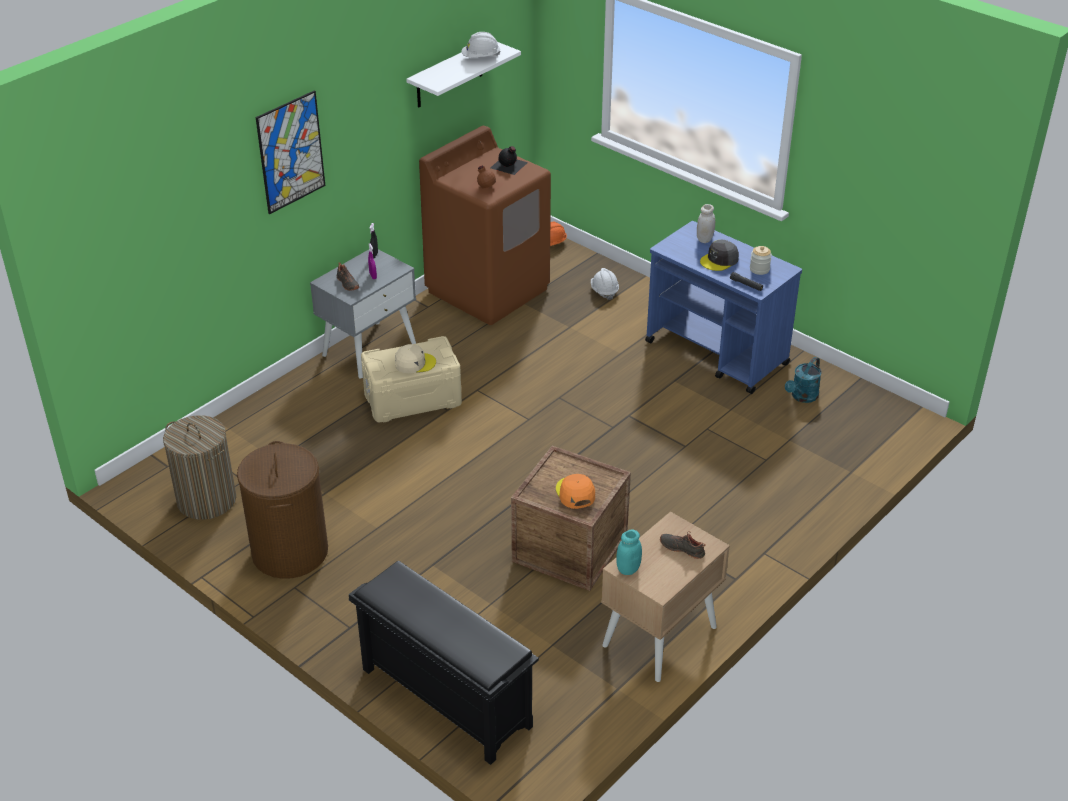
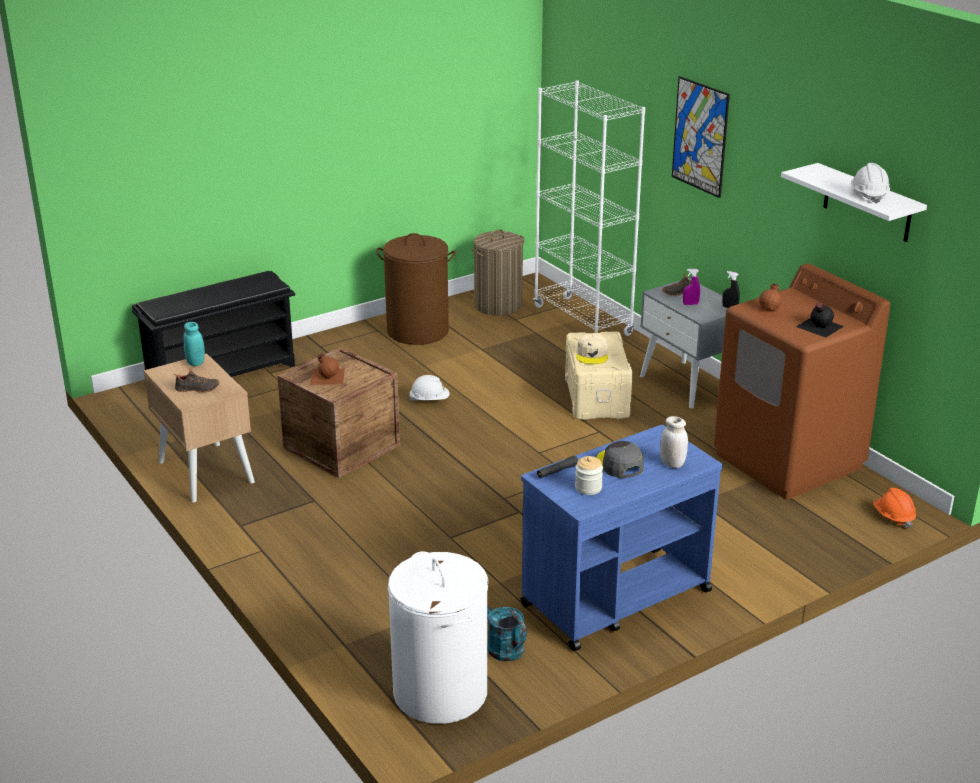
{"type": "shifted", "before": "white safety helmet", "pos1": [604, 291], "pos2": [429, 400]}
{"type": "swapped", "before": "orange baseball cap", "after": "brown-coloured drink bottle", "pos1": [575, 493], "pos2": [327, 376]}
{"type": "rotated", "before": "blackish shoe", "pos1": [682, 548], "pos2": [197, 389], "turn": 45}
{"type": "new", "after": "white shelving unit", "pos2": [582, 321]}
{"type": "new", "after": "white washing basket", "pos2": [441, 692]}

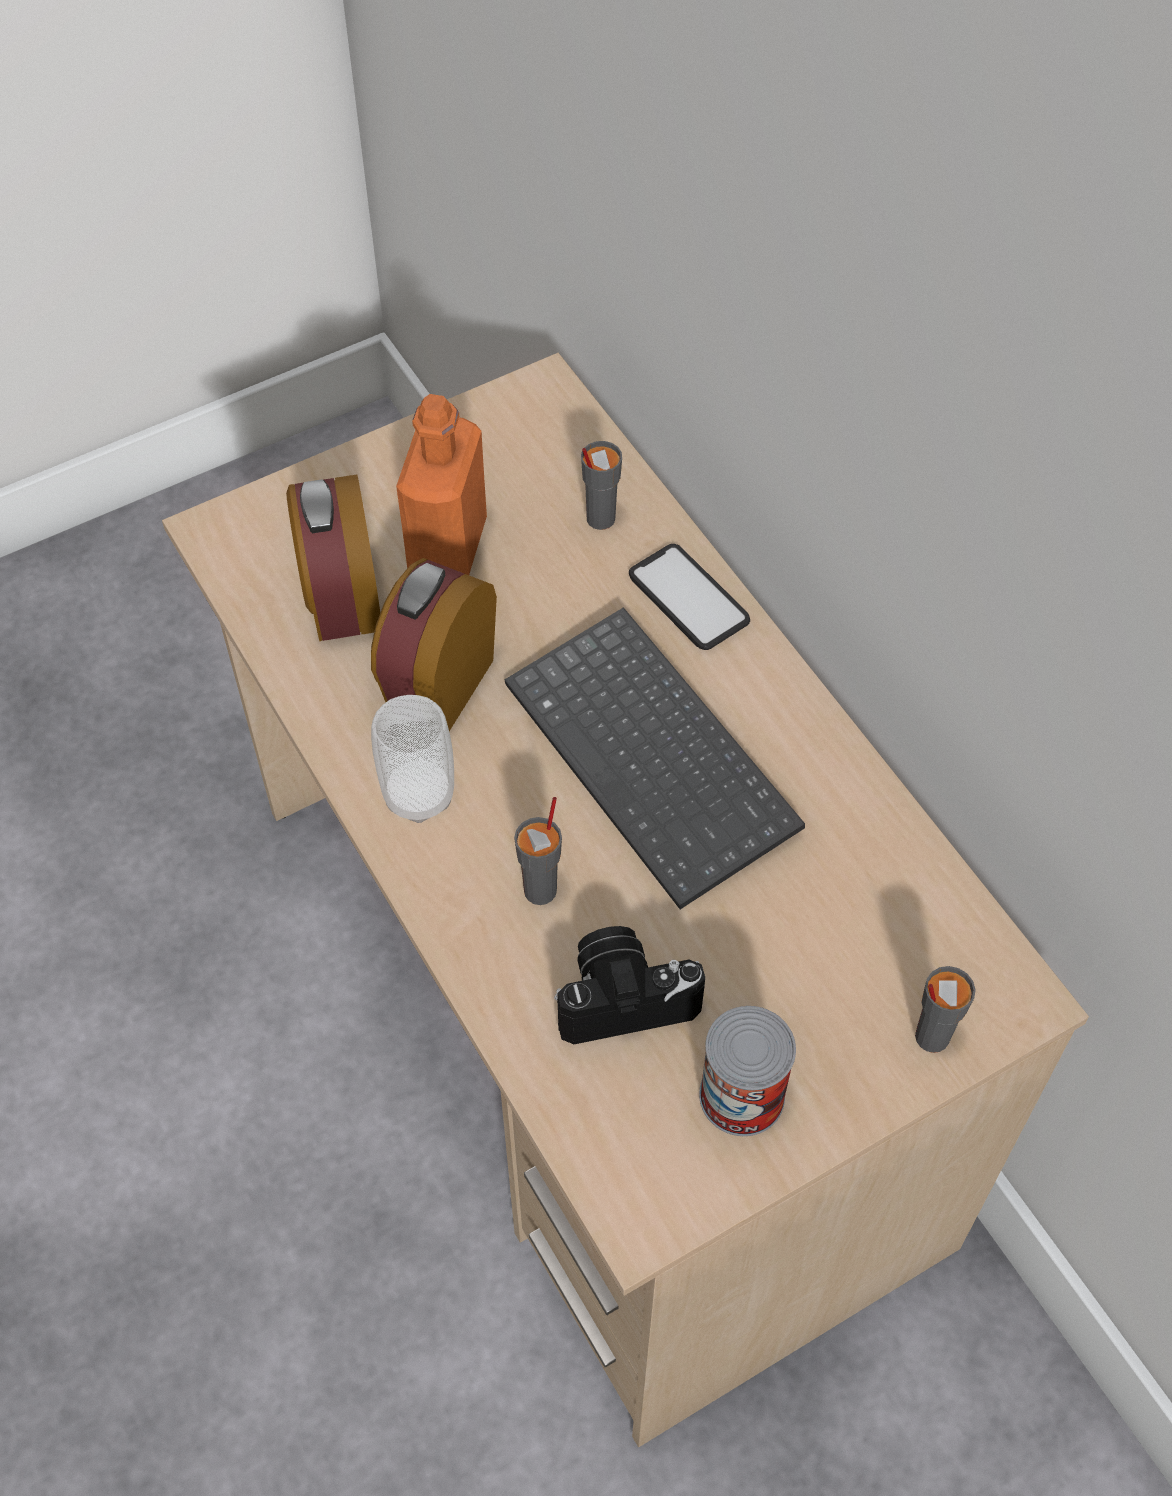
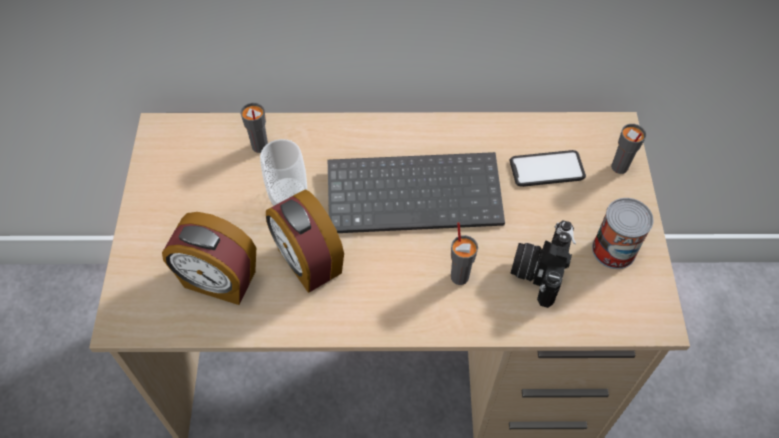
{"type": "gone", "before": "orange drink bottle", "pos1": [447, 546]}
{"type": "shifted", "before": "phone", "pos1": [688, 598], "pos2": [547, 169]}
{"type": "shifted", "before": "drinking cup", "pos1": [419, 795], "pos2": [288, 197]}

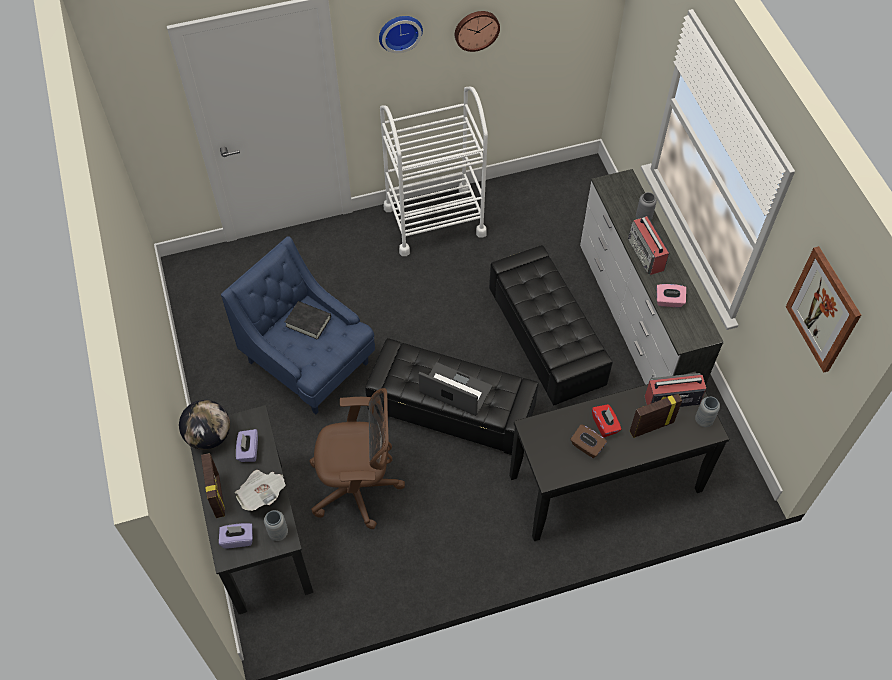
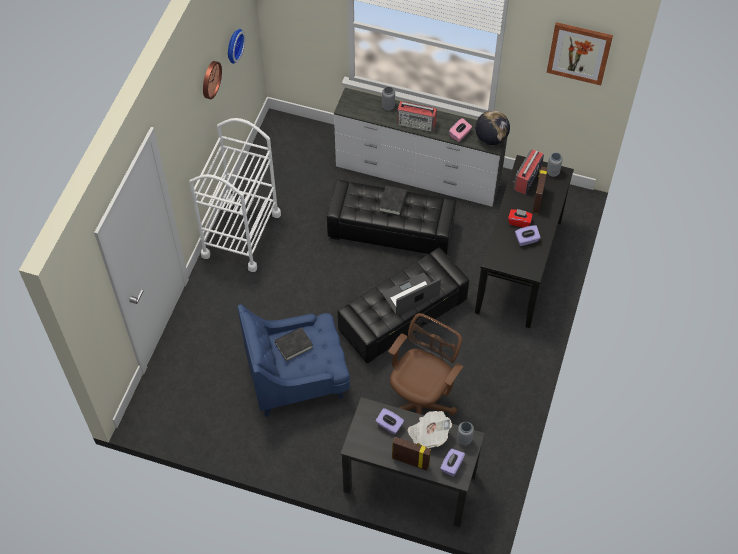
{"type": "shifted", "before": "wall clock", "pos1": [399, 31], "pos2": [233, 45]}
{"type": "shifted", "before": "desk globe", "pos1": [209, 436], "pos2": [491, 138]}
{"type": "repainted", "before": "brown-coloured box of tissues", "after": "purple box of tissues", "pos1": [586, 446], "pos2": [526, 240]}
{"type": "new", "after": "blackish book", "pos2": [393, 202]}

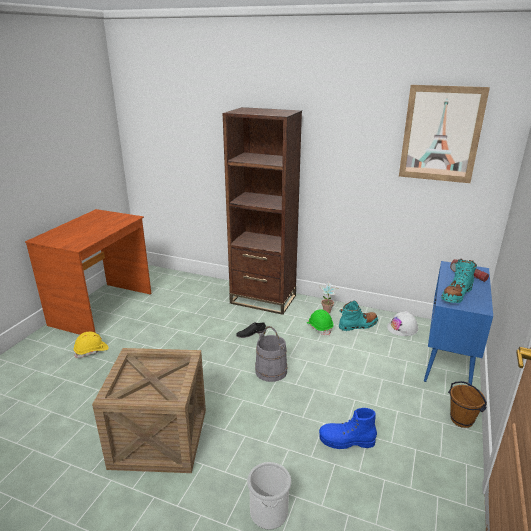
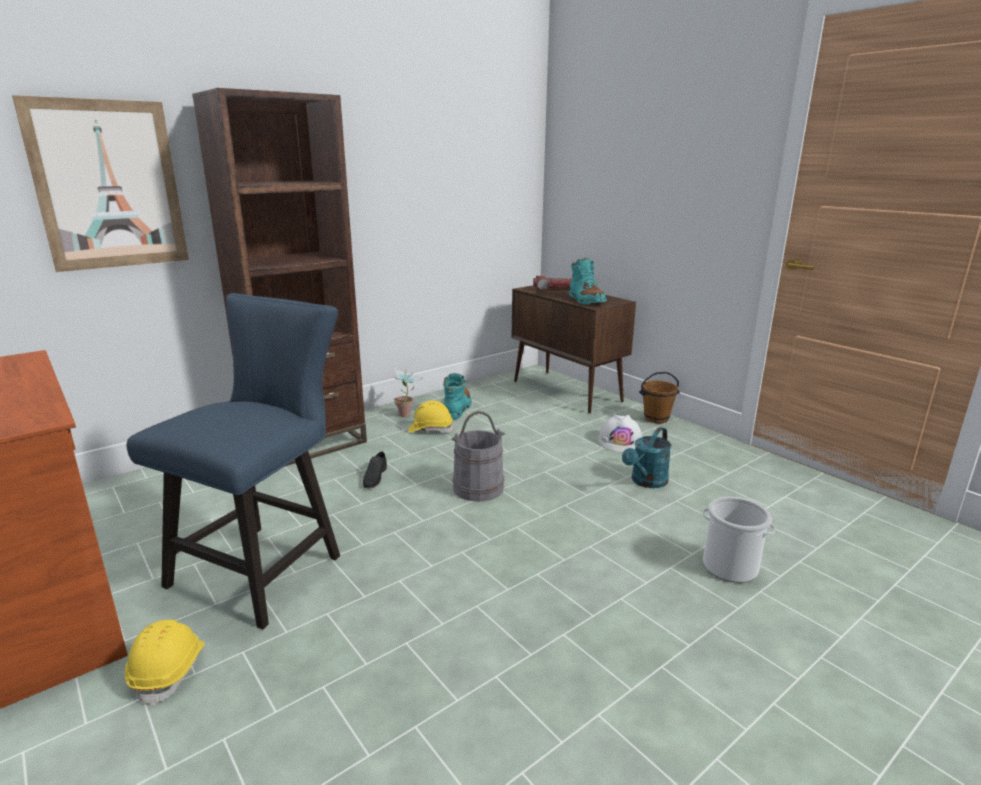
{"type": "shifted", "before": "wall art", "pos1": [441, 134], "pos2": [109, 185]}
{"type": "repainted", "before": "blue-coloured cupboard", "after": "brown-coloured cupboard", "pos1": [448, 359], "pos2": [567, 391]}
{"type": "repainted", "before": "greenish safety helmet", "after": "yellow safety helmet", "pos1": [319, 327], "pos2": [430, 429]}
{"type": "shifted", "before": "white safety helmet", "pos1": [402, 328], "pos2": [620, 441]}
{"type": "gone", "before": "shipping crate", "pos1": [159, 438]}
{"type": "swapped", "before": "blue-coloured tall boot", "after": "blue-green sprinkling can", "pos1": [346, 441], "pos2": [646, 482]}
{"type": "new", "after": "blue-coloured upright chair", "pos2": [266, 565]}

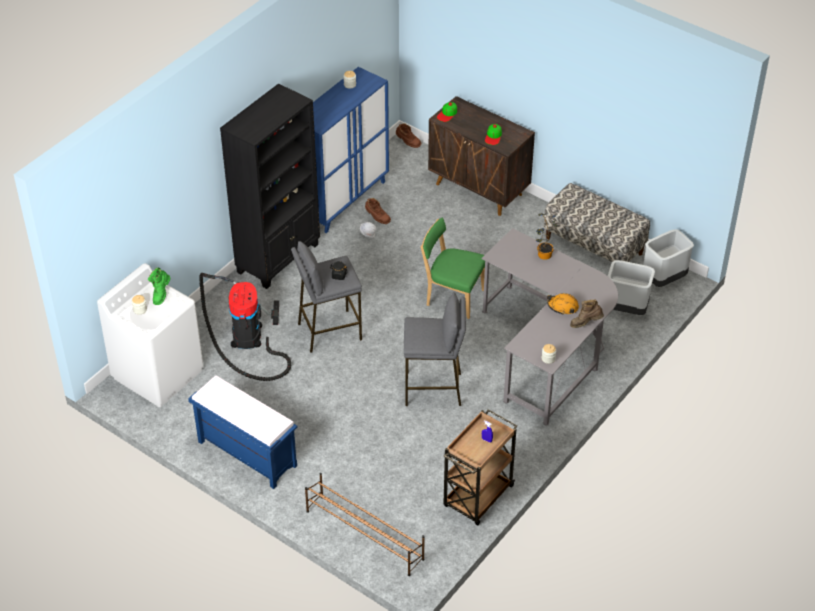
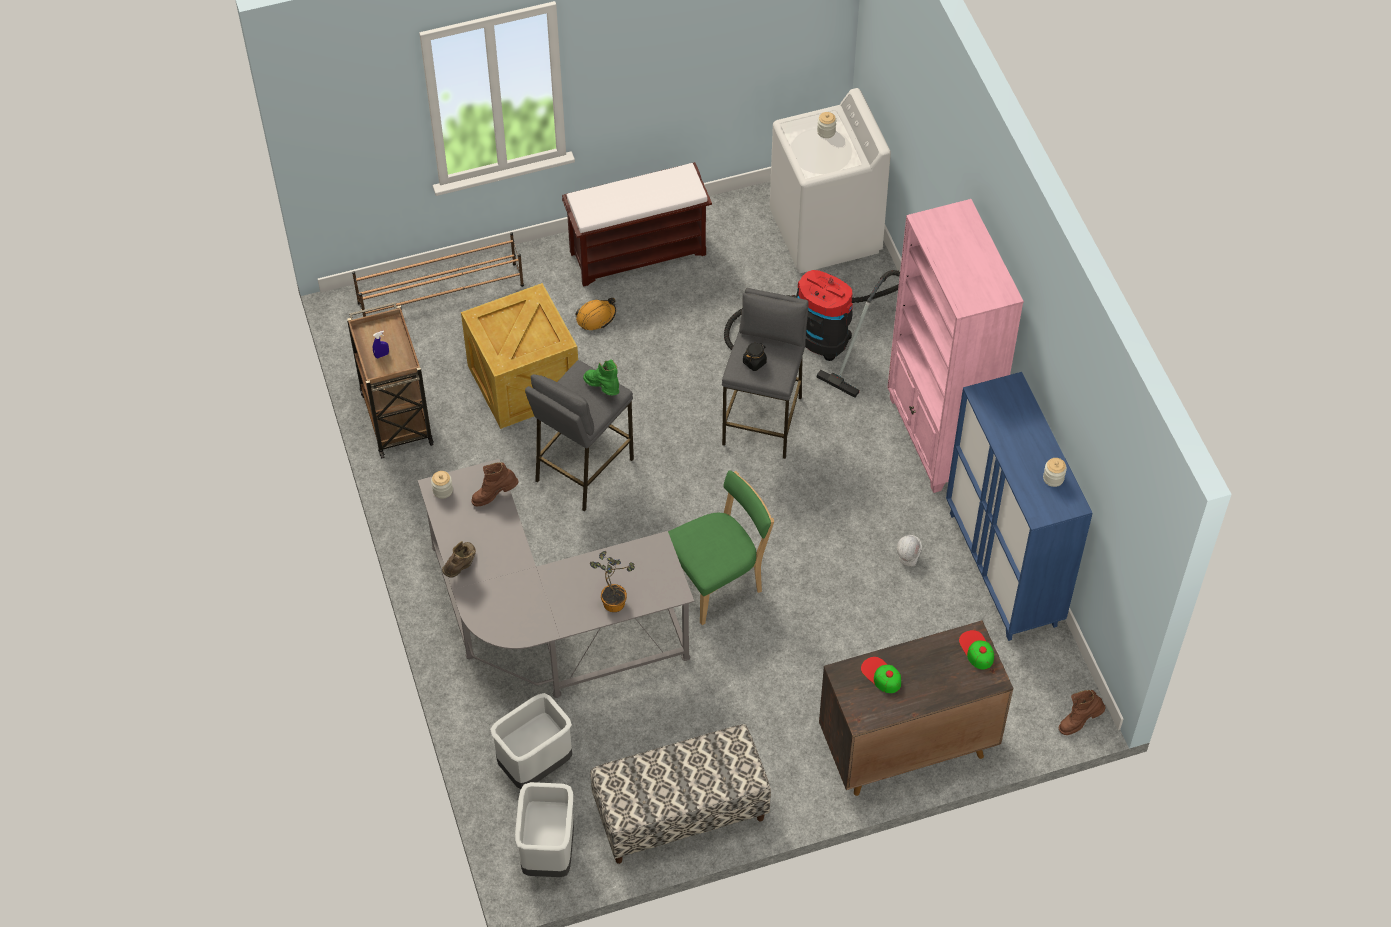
{"type": "repainted", "before": "blackish shelving unit", "after": "pinkish shelving unit", "pos1": [279, 258], "pos2": [938, 438]}
{"type": "shifted", "before": "brown-coloured tall boot", "pos1": [377, 218], "pos2": [494, 495]}
{"type": "shifted", "before": "greenish tall boot", "pos1": [161, 294], "pos2": [603, 388]}
{"type": "shifted", "before": "orange safety helmet", "pos1": [563, 306], "pos2": [596, 317]}
{"type": "repainted", "before": "blue-coloured long seat", "after": "brown-coloured long seat", "pos1": [246, 453], "pos2": [639, 252]}
{"type": "new", "after": "shipping crate", "pos2": [524, 380]}

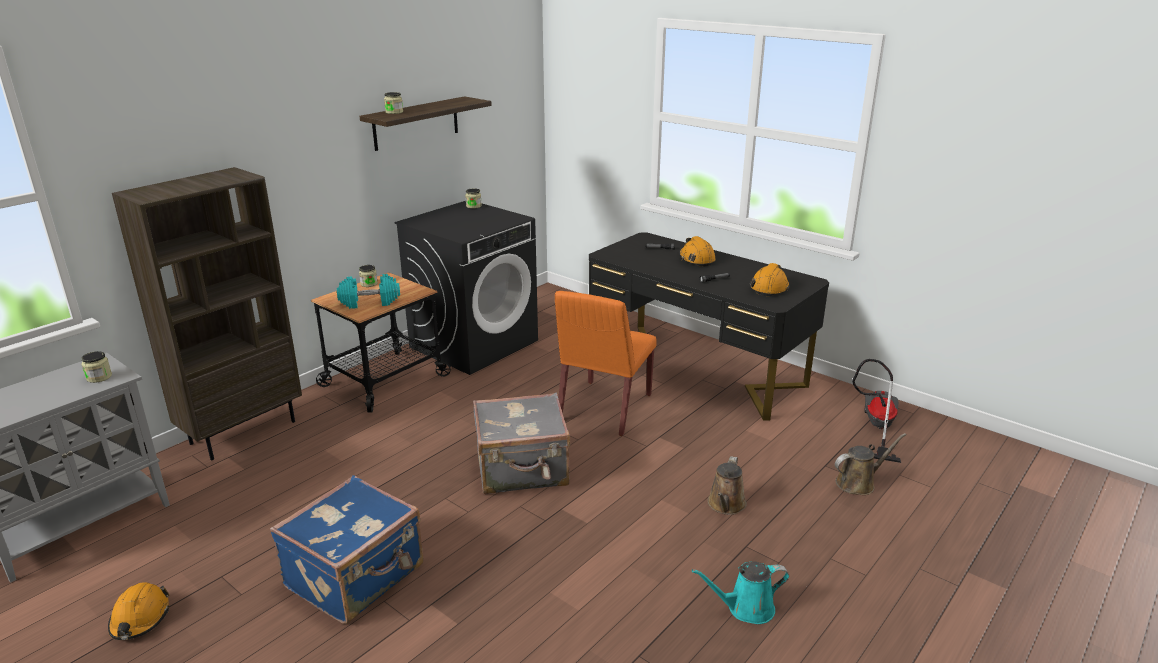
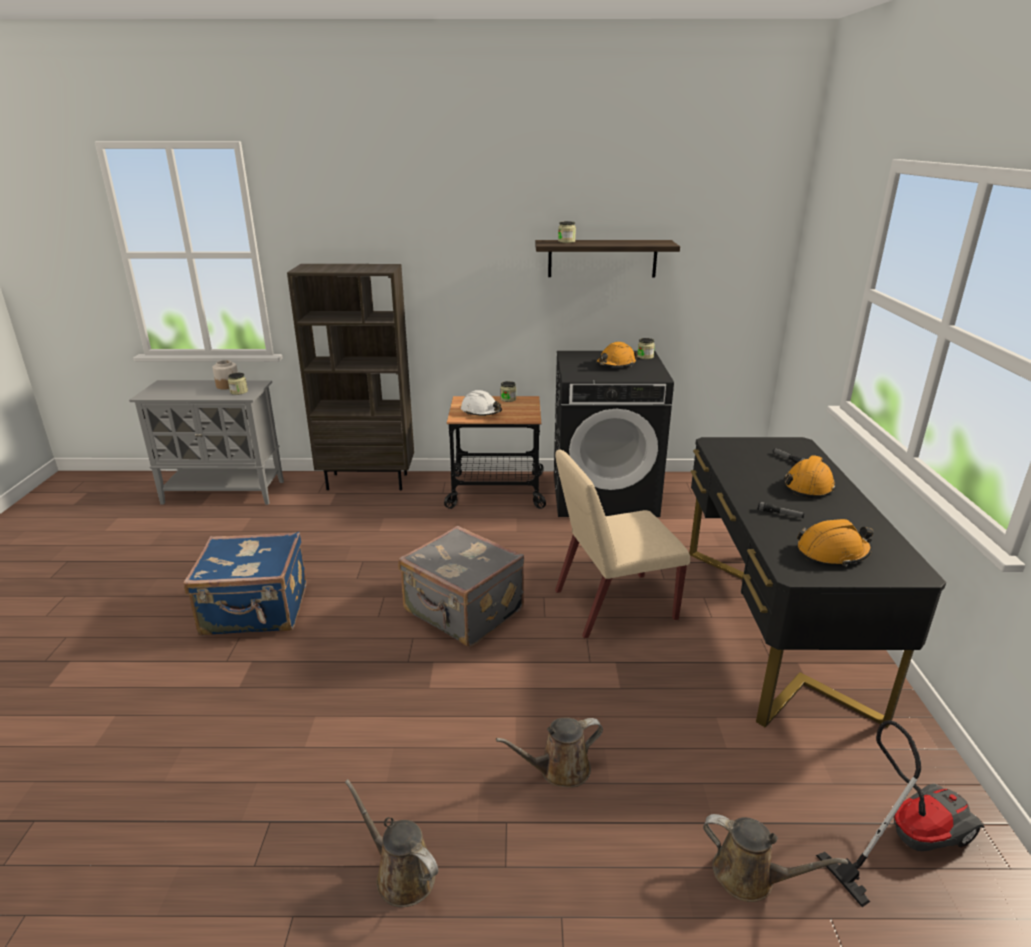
{"type": "swapped", "before": "blue-green dumbbell", "after": "white safety helmet", "pos1": [370, 302], "pos2": [481, 412]}
{"type": "repainted", "before": "orange upright chair", "after": "beige upright chair", "pos1": [604, 408], "pos2": [613, 605]}
{"type": "repainted", "before": "blue-green sprinkling can", "after": "brown-coloured sprinkling can", "pos1": [746, 608], "pos2": [401, 874]}
{"type": "shifted", "before": "orange safety helmet", "pos1": [140, 619], "pos2": [615, 364]}
{"type": "new", "after": "storage jar", "pos2": [228, 385]}

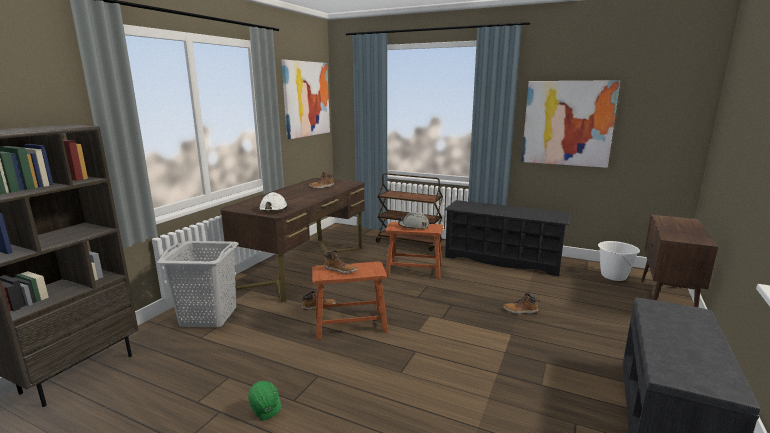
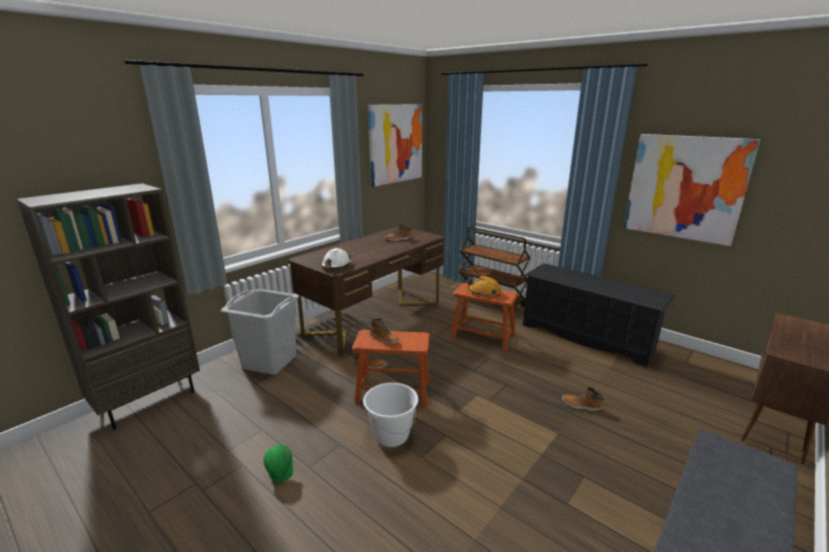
{"type": "repainted", "before": "greyish safety helmet", "after": "orange safety helmet", "pos1": [413, 227], "pos2": [484, 292]}
{"type": "shifted", "before": "white pail", "pos1": [613, 276], "pos2": [391, 435]}

